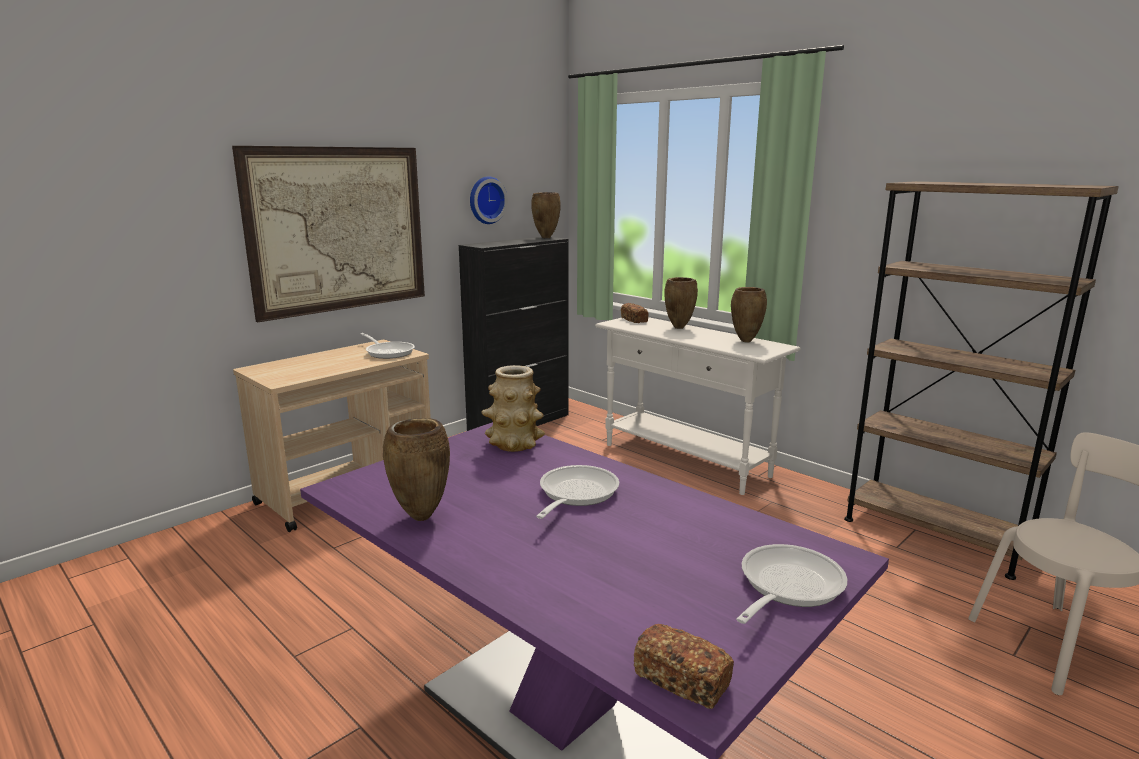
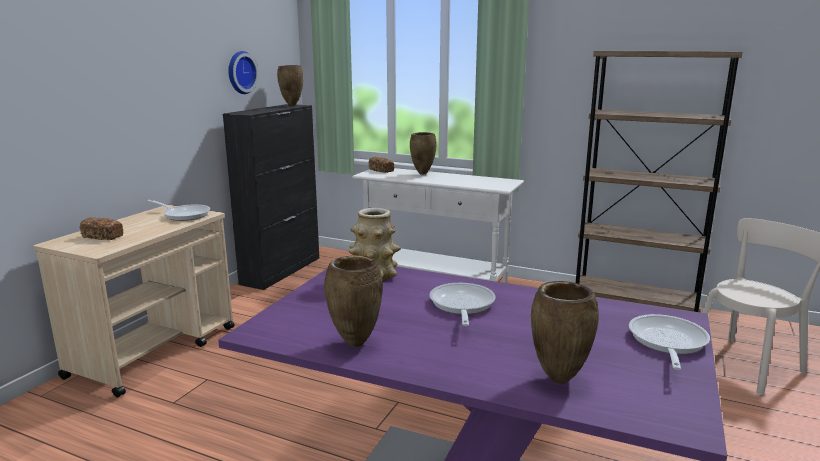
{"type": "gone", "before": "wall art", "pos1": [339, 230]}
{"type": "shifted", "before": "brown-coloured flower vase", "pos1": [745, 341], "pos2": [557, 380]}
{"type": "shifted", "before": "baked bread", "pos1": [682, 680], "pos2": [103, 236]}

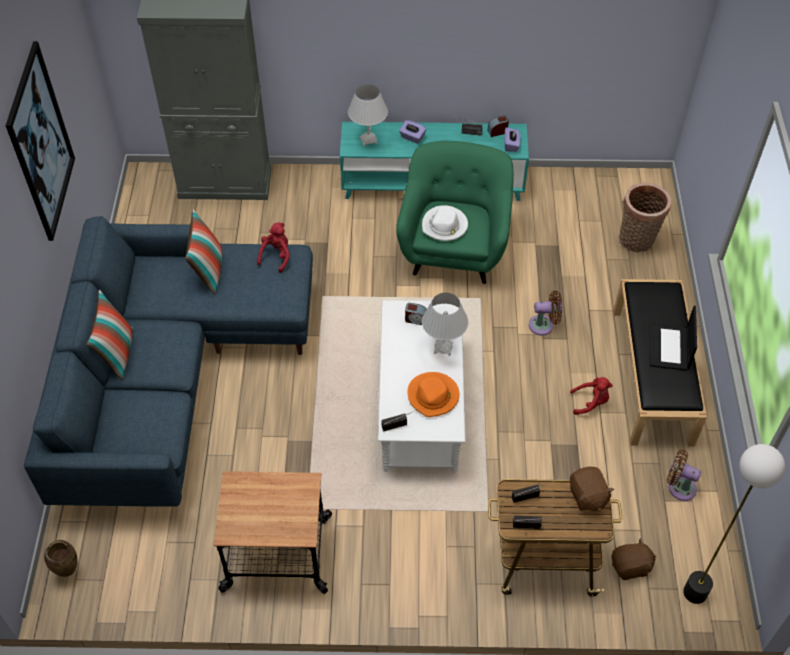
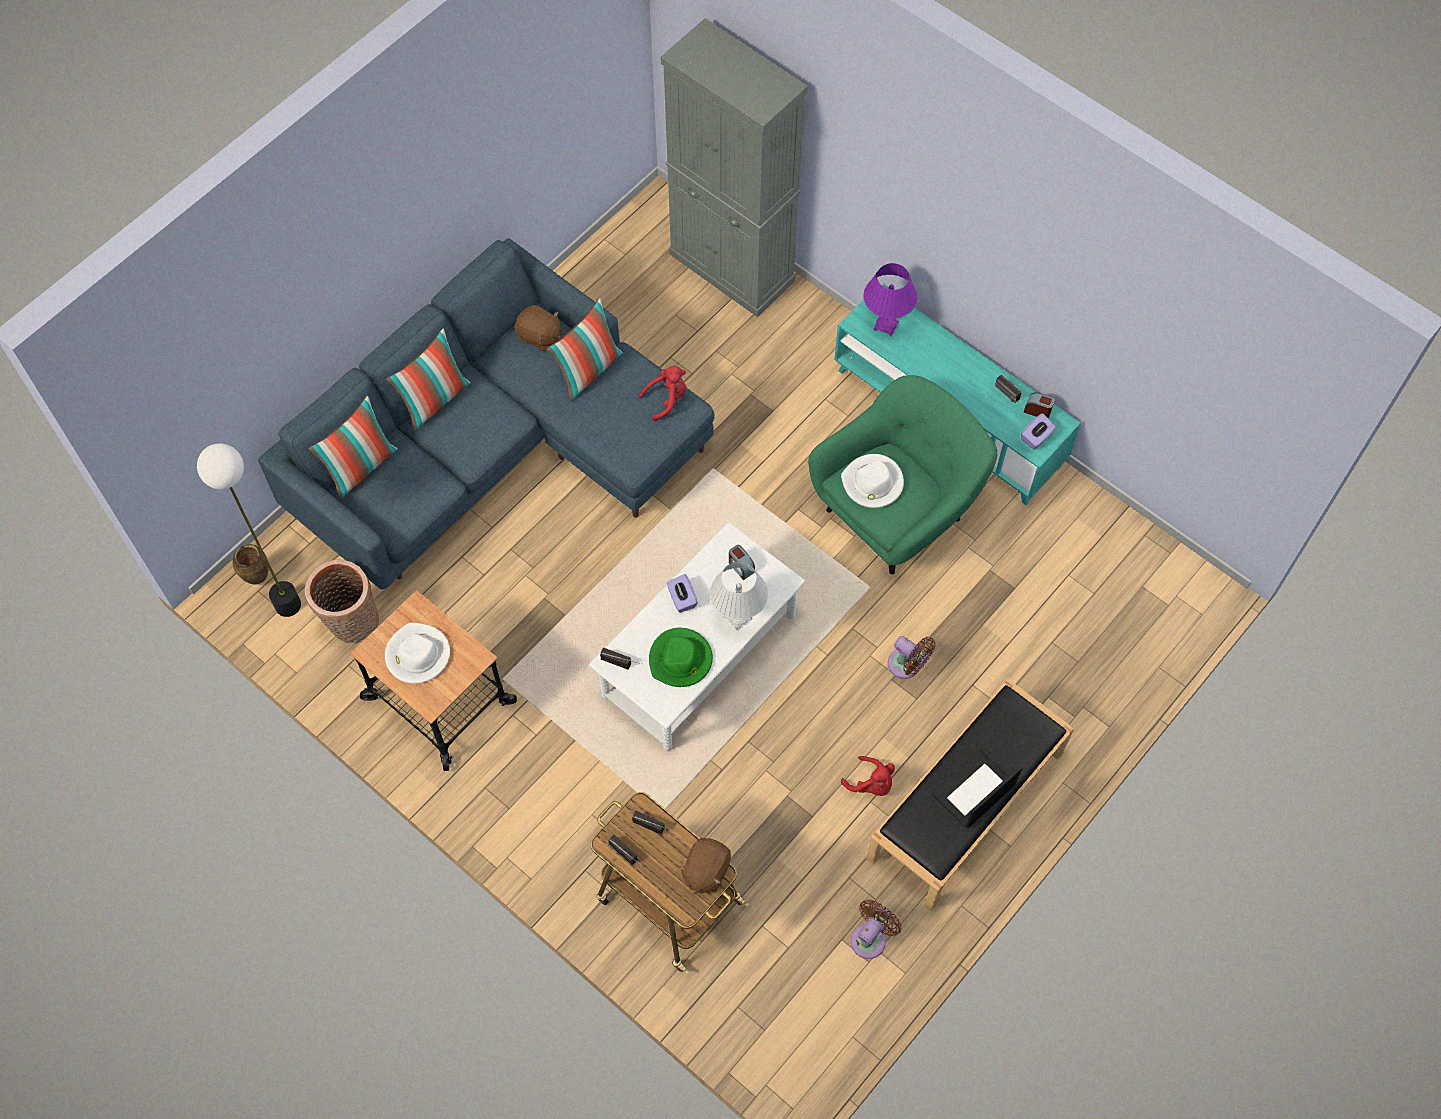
{"type": "gone", "before": "wall art", "pos1": [41, 143]}
{"type": "repainted", "before": "white table lamp", "after": "purple table lamp", "pos1": [368, 140], "pos2": [886, 325]}
{"type": "shifted", "before": "purple box of tissues", "pos1": [412, 137], "pos2": [682, 599]}
{"type": "shifted", "before": "storage basket", "pos1": [637, 241], "pos2": [352, 625]}
{"type": "repainted", "before": "orange clothing hat", "after": "greenish clothing hat", "pos1": [433, 396], "pos2": [680, 660]}
{"type": "shifted", "before": "floor lamp", "pos1": [694, 592], "pos2": [288, 604]}
{"type": "rotated", "before": "brown-coloured cooling fan", "pos1": [679, 487], "pos2": [870, 938], "turn": 60}
{"type": "shifted", "before": "brown-coloured soft toy", "pos1": [630, 567], "pos2": [539, 336]}
{"type": "new", "after": "pillow", "pos2": [361, 467]}
{"type": "new", "after": "white clothing hat", "pos2": [417, 655]}

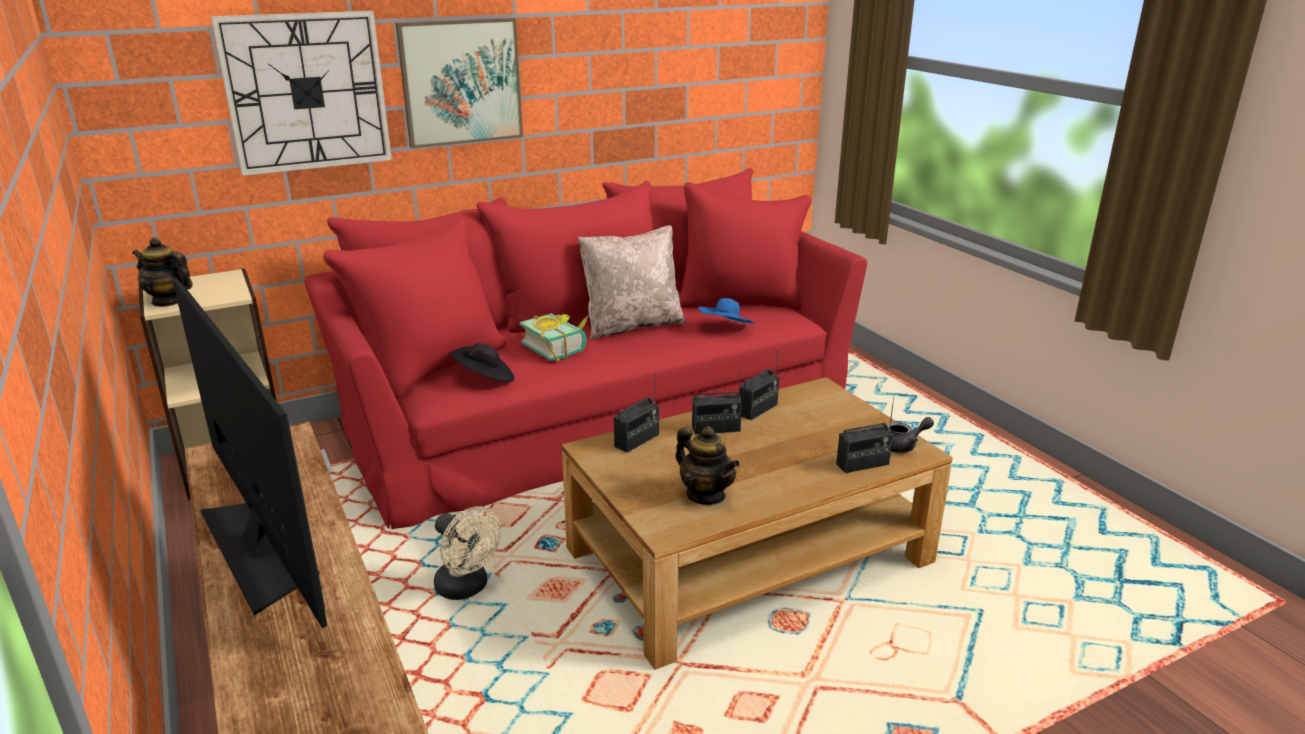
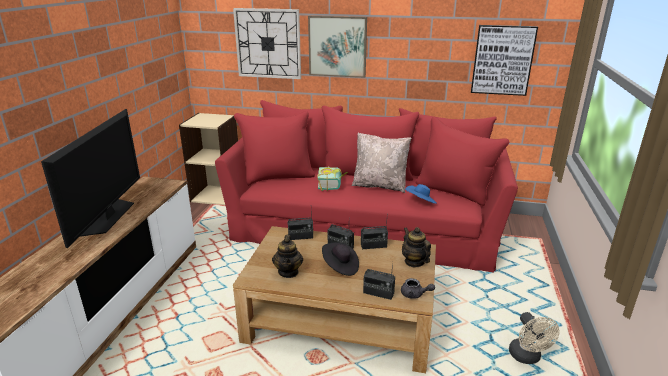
{"type": "shifted", "before": "pot for tea", "pos1": [169, 301], "pos2": [414, 262]}
{"type": "shifted", "before": "blackish clothing hat", "pos1": [485, 379], "pos2": [340, 267]}
{"type": "shifted", "before": "beige cooling fan", "pos1": [467, 588], "pos2": [527, 358]}
{"type": "new", "after": "wall art", "pos2": [502, 60]}

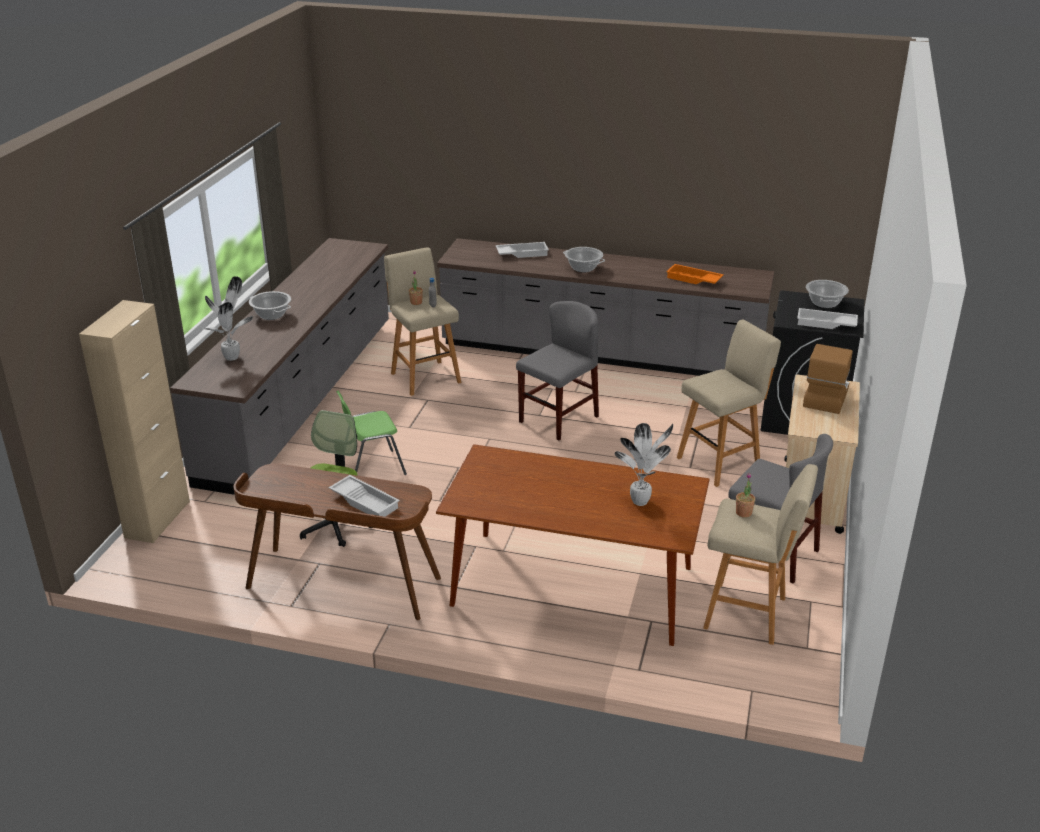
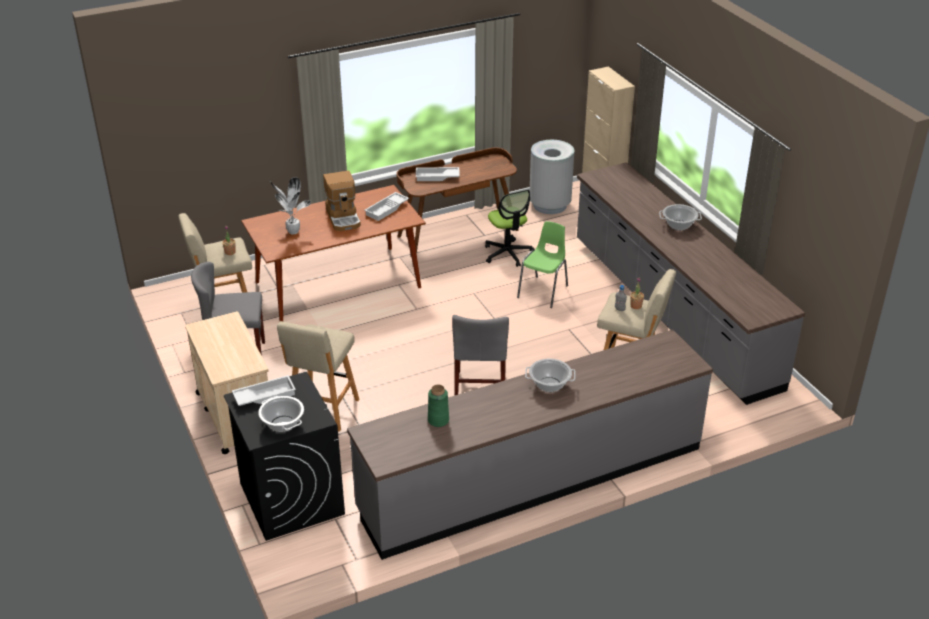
{"type": "shifted", "before": "white serving tray", "pos1": [522, 253], "pos2": [387, 209]}
{"type": "swapped", "before": "orange serving tray", "after": "greenish flower vase", "pos1": [693, 279], "pos2": [438, 420]}
{"type": "gone", "before": "plant in a pot", "pos1": [233, 357]}
{"type": "shifted", "before": "coffee machine", "pos1": [825, 396], "pos2": [344, 217]}
{"type": "new", "after": "greyish rubbish bin", "pos2": [550, 205]}

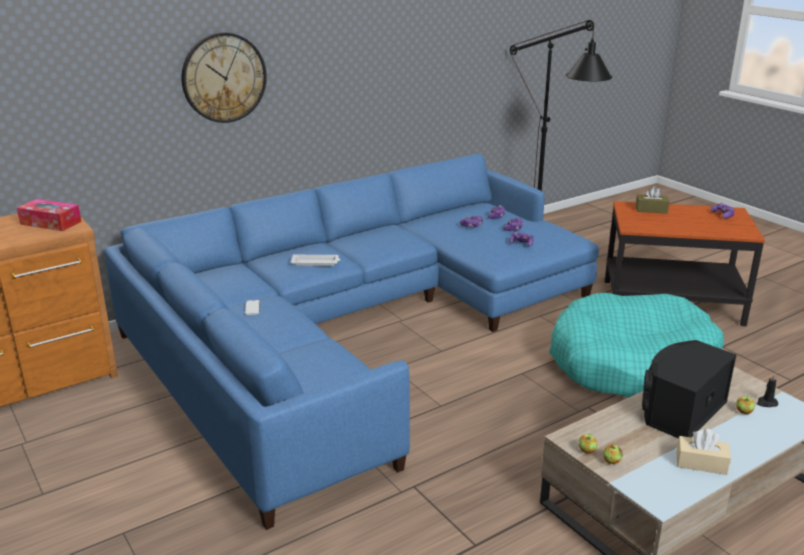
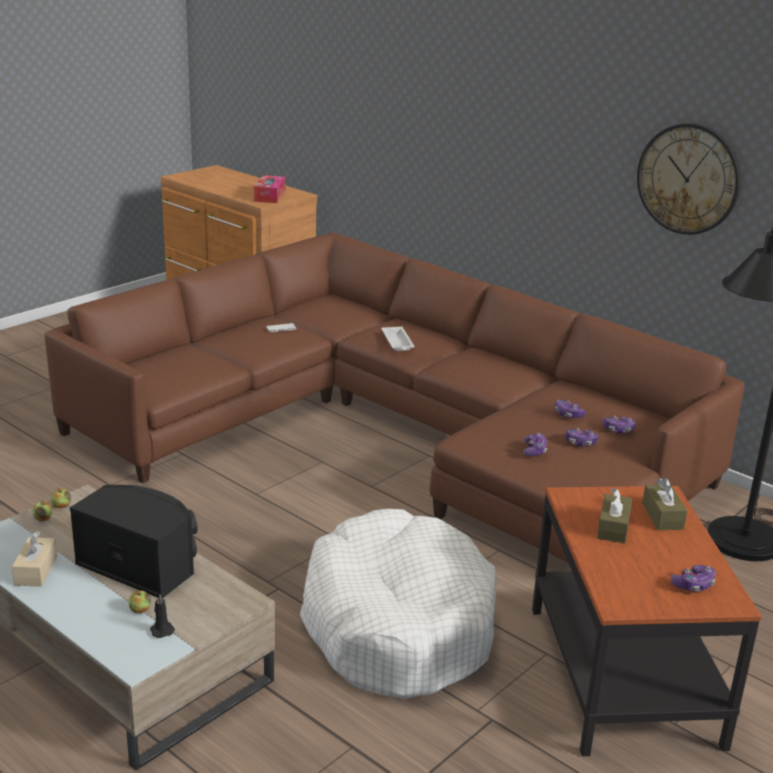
{"type": "shifted", "before": "wall clock", "pos1": [224, 77], "pos2": [688, 179]}
{"type": "repainted", "before": "blue-coloured couch", "after": "brown-coloured couch", "pos1": [354, 329], "pos2": [396, 432]}
{"type": "repainted", "before": "blue-green dog bed", "after": "white dog bed", "pos1": [631, 364], "pos2": [397, 624]}
{"type": "new", "after": "brown-coloured box of tissues", "pos2": [613, 527]}

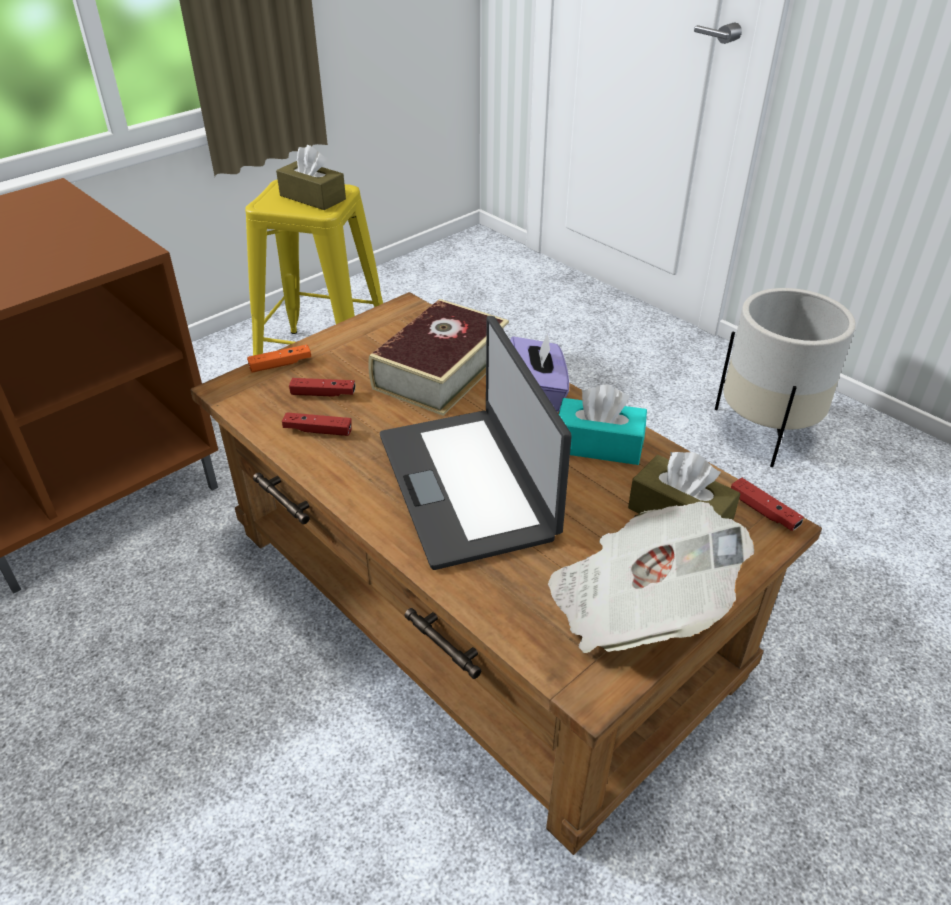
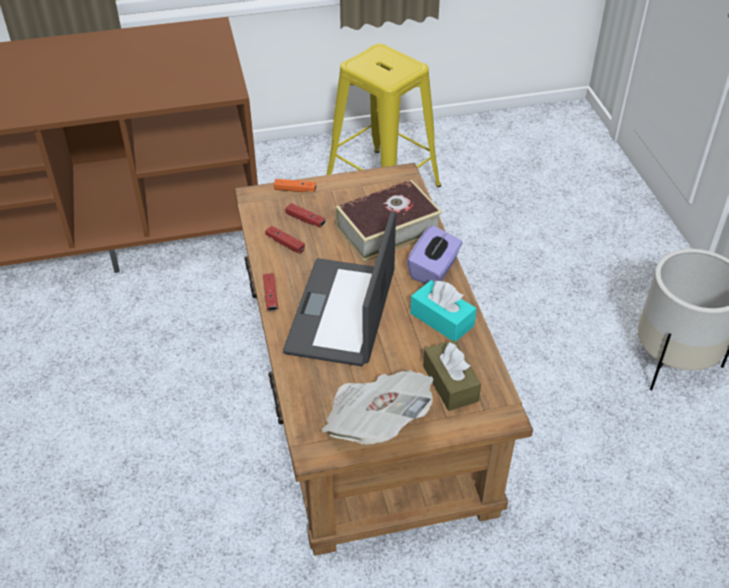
{"type": "gone", "before": "brown-coloured box of tissues", "pos1": [312, 197]}
{"type": "shifted", "before": "red game controller", "pos1": [763, 511], "pos2": [271, 296]}

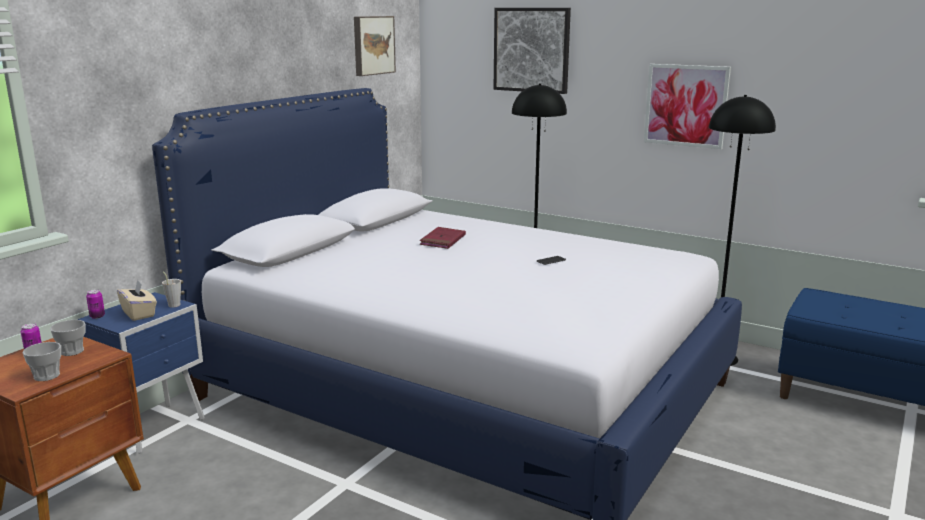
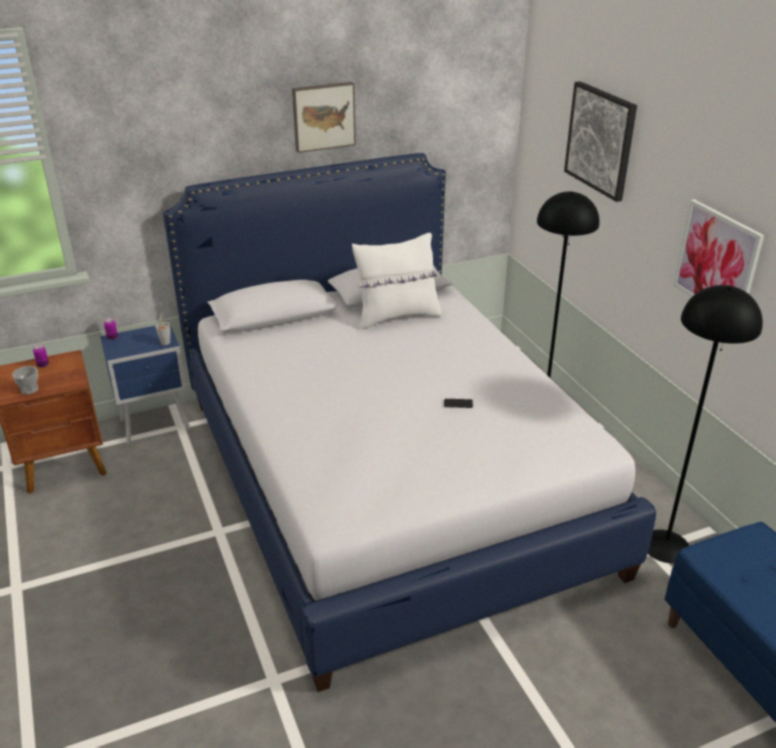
{"type": "shifted", "before": "wall art", "pos1": [372, 45], "pos2": [323, 116]}
{"type": "gone", "before": "red book", "pos1": [443, 240]}
{"type": "gone", "before": "beige box of tissues", "pos1": [139, 313]}
{"type": "gone", "before": "drinking cup", "pos1": [72, 351]}
{"type": "new", "after": "white pillow", "pos2": [397, 316]}

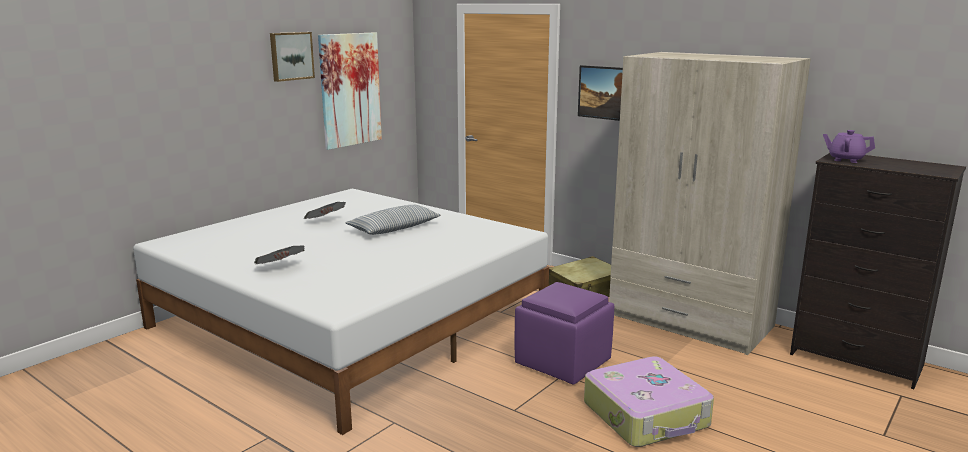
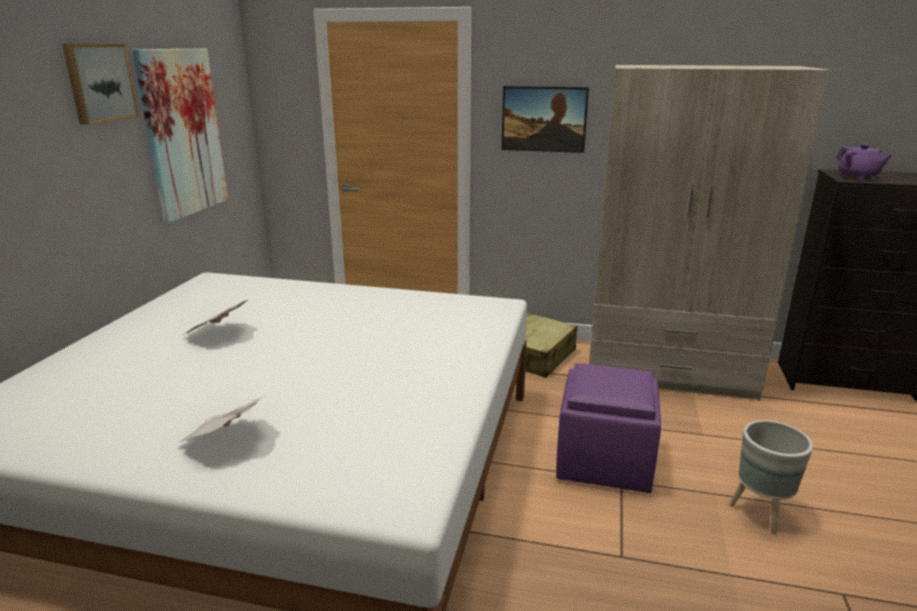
{"type": "rotated", "before": "purple pot for tea", "pos1": [845, 160], "pos2": [857, 177], "turn": -120}
{"type": "gone", "before": "pillow", "pos1": [394, 228]}
{"type": "swapped", "before": "piece of luggage", "after": "greyish plant pot", "pos1": [647, 415], "pos2": [759, 513]}

